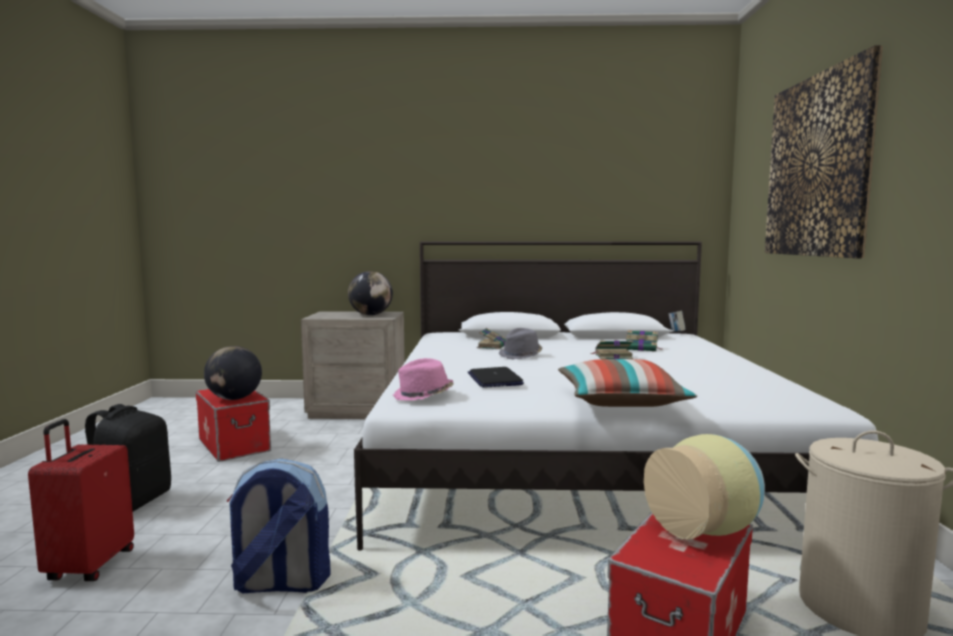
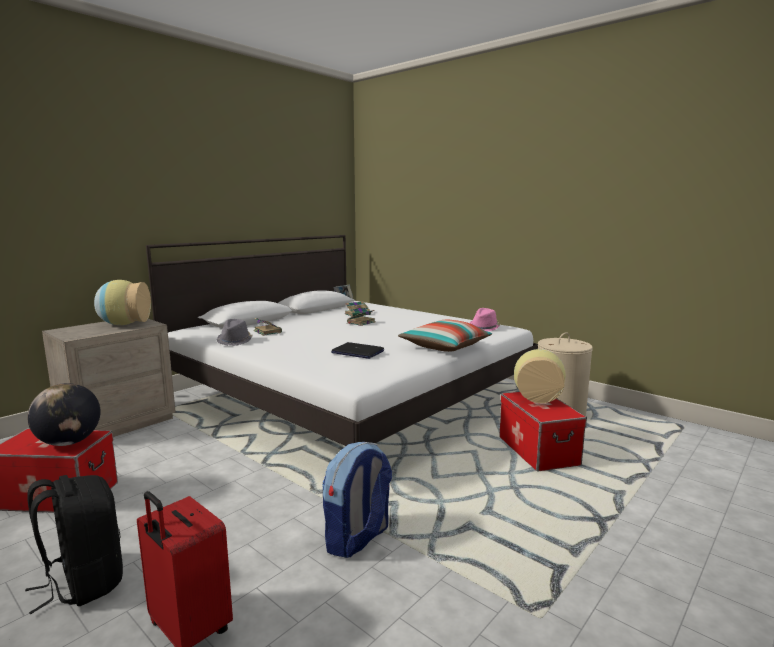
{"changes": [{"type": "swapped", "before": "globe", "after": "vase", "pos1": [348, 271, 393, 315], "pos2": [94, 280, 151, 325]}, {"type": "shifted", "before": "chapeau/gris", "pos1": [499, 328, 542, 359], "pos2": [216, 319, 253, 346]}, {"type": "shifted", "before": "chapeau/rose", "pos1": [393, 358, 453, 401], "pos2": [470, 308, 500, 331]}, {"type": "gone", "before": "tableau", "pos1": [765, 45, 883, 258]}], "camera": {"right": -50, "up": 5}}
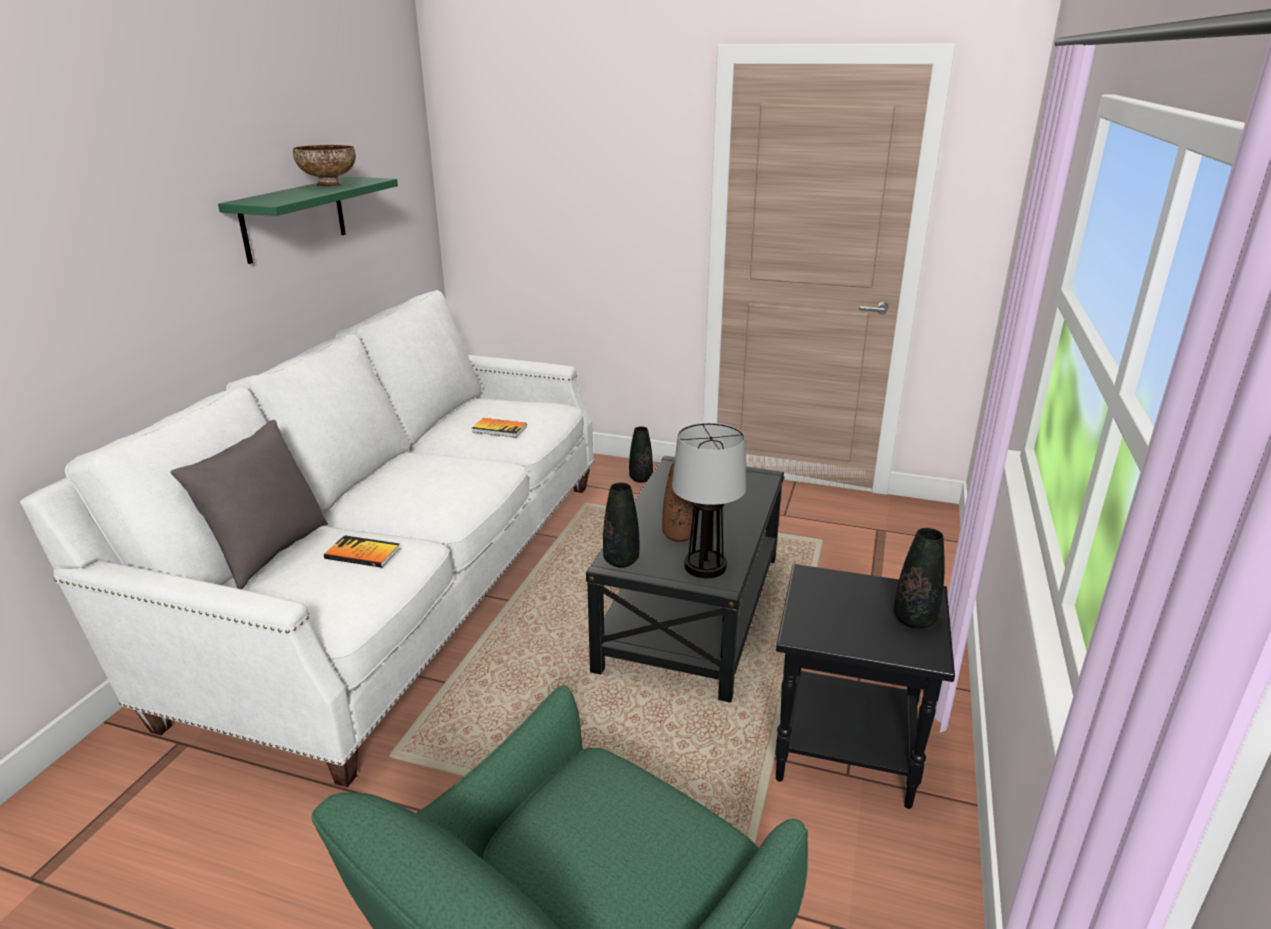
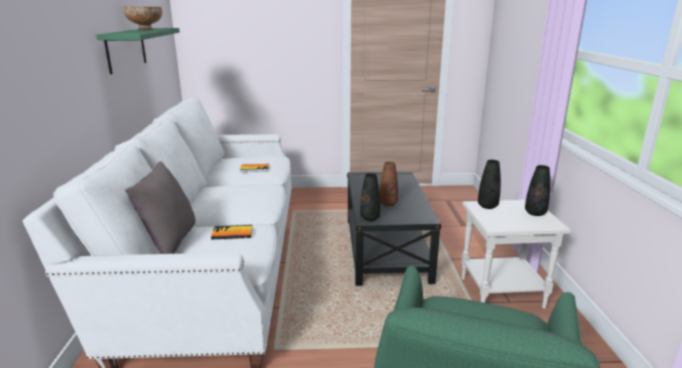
{"changes": [{"type": "repainted", "before": "table d'appoint/noir", "after": "table d'appoint/blanc", "pos1": [775, 564, 955, 809], "pos2": [461, 200, 571, 309]}, {"type": "shifted", "before": "vase/noir", "pos1": [629, 426, 653, 483], "pos2": [478, 160, 501, 209]}, {"type": "gone", "before": "lampe de table", "pos1": [672, 423, 746, 578]}], "camera": {"right": -20, "up": -5}}
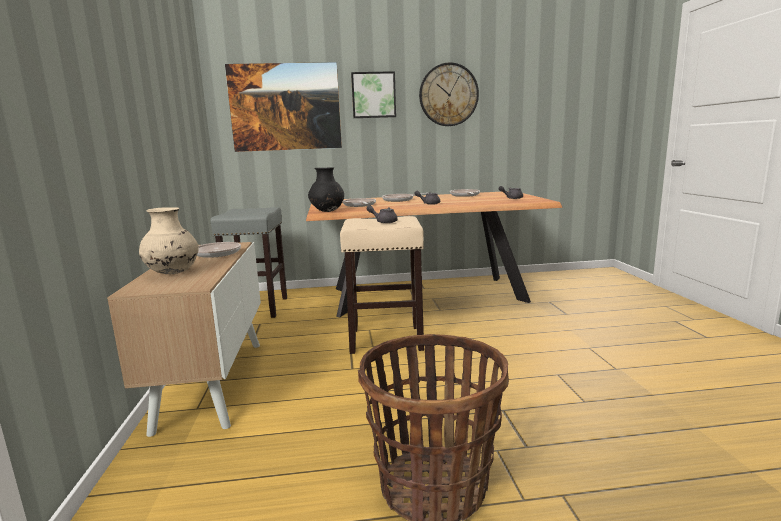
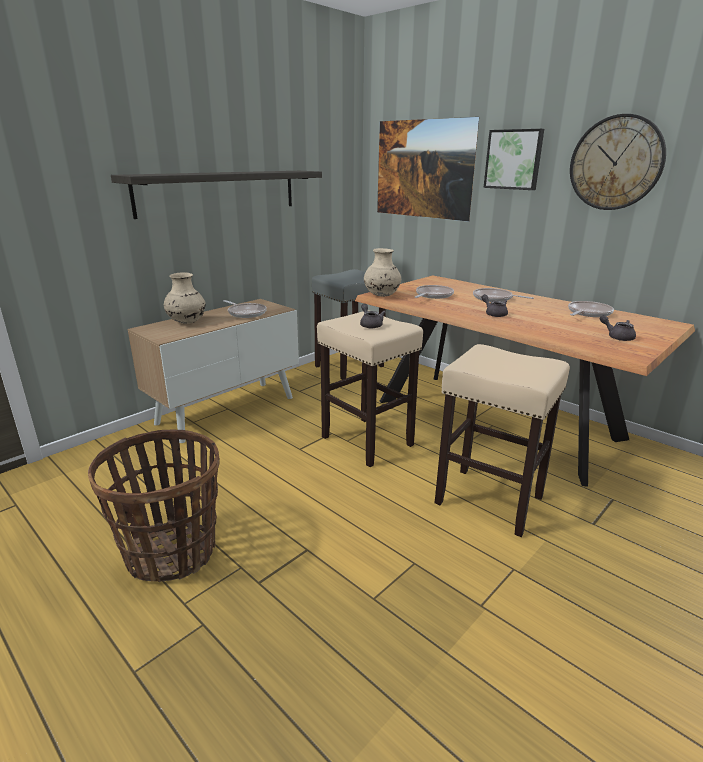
{"changes": [{"type": "new", "after": "étagère", "pos2": [111, 171, 322, 219]}, {"type": "repainted", "before": "vase/noir", "after": "vase/beige", "pos1": [308, 167, 344, 212], "pos2": [364, 248, 401, 297]}, {"type": "new", "after": "tabouret/beige", "pos2": [435, 344, 570, 537]}], "camera": {"right": 50, "up": 10}}
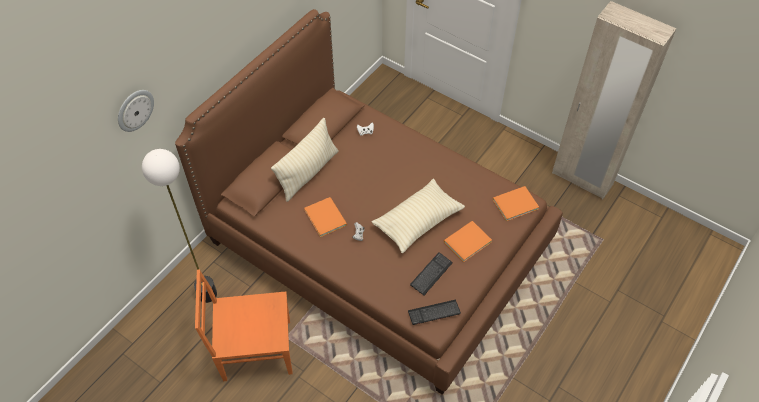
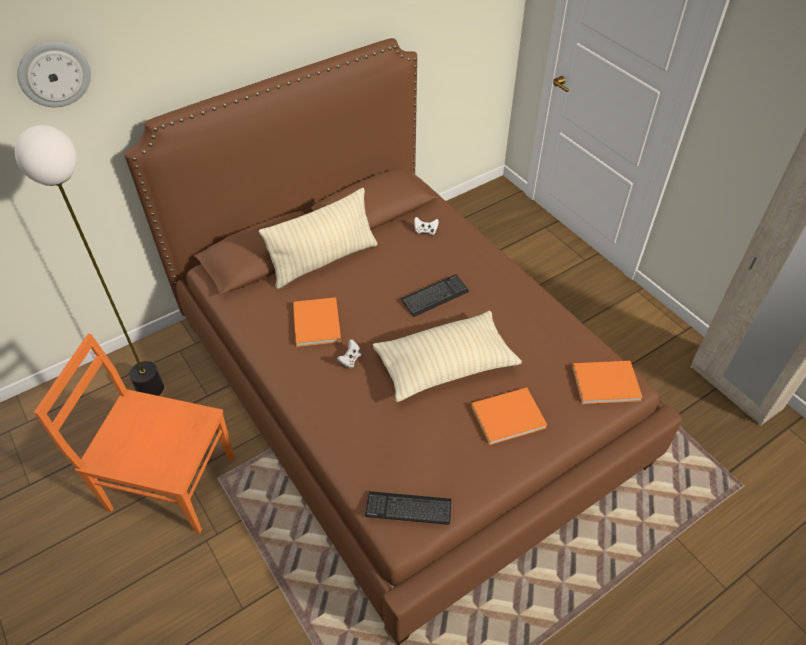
{"changes": [{"type": "shifted", "before": "clavier", "pos1": [410, 252, 453, 296], "pos2": [401, 274, 469, 317]}], "camera": {"right": 20, "up": -5}}
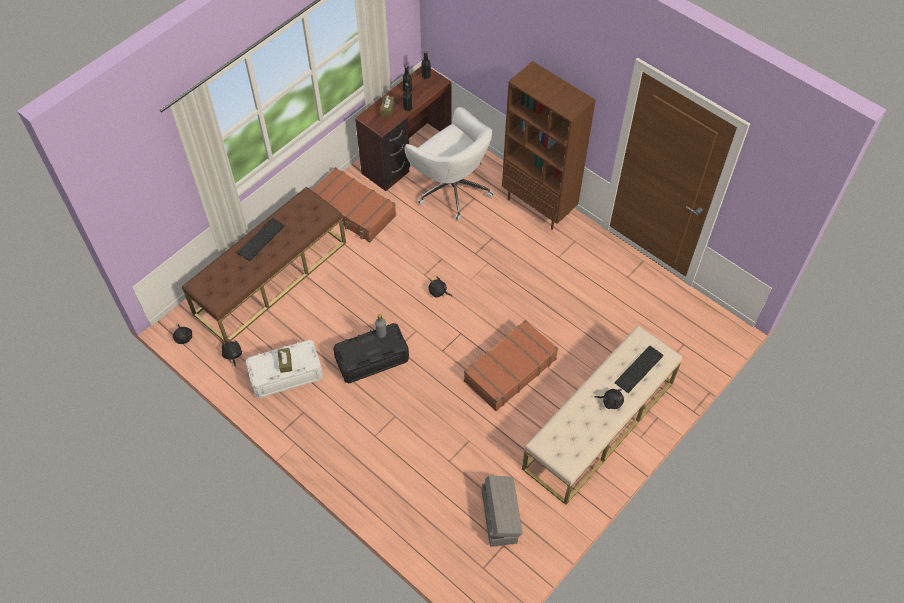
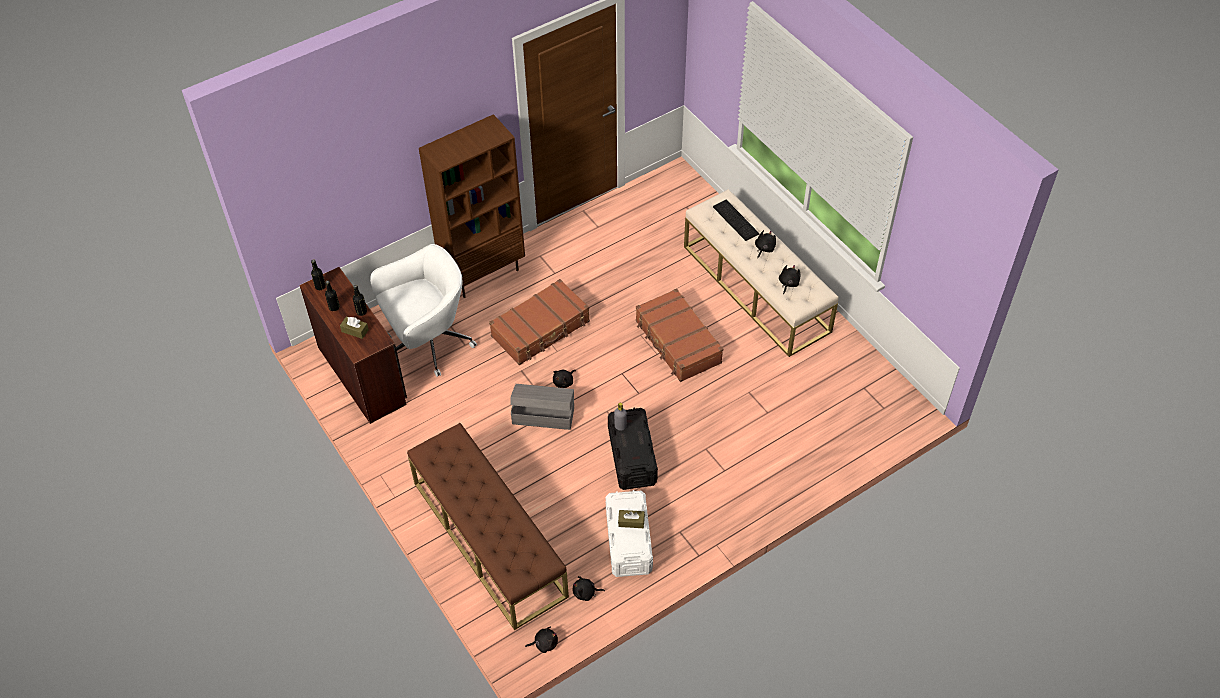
{"changes": [{"type": "shifted", "before": "valise/marron", "pos1": [312, 167, 396, 243], "pos2": [489, 279, 590, 365]}, {"type": "shifted", "before": "boîte de rangement/gris", "pos1": [482, 475, 523, 547], "pos2": [510, 384, 574, 430]}, {"type": "new", "after": "peluche/noir", "pos2": [779, 265, 800, 294]}, {"type": "gone", "before": "clavier", "pos1": [238, 218, 285, 261]}], "camera": {"right": -75, "up": -5}}
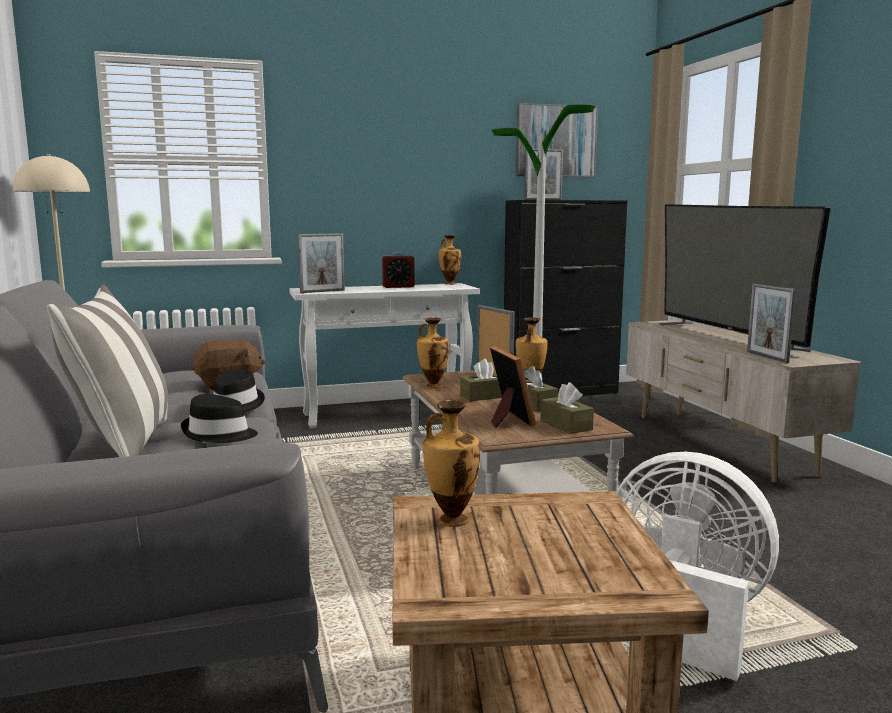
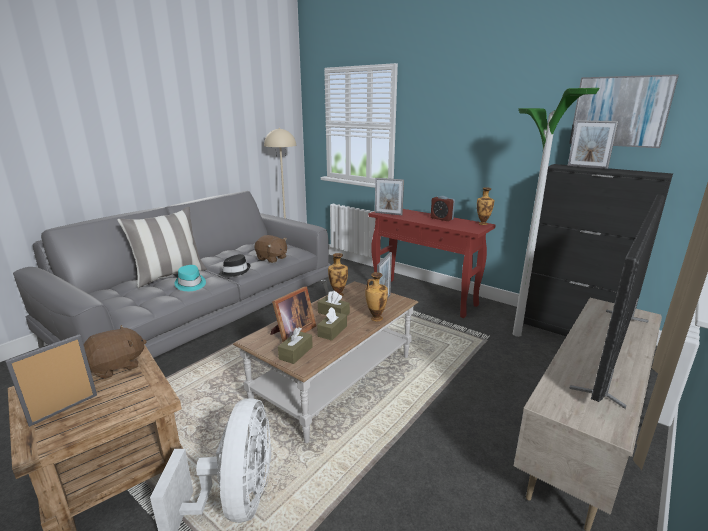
{"changes": [{"type": "shifted", "before": "cadre photo", "pos1": [747, 283, 796, 363], "pos2": [5, 334, 97, 427]}, {"type": "swapped", "before": "vase", "after": "peluche/marron", "pos1": [423, 400, 480, 527], "pos2": [83, 325, 147, 379]}, {"type": "repainted", "before": "chapeau/noir", "after": "chapeau/turquoise", "pos1": [181, 394, 258, 443], "pos2": [175, 265, 206, 291]}, {"type": "repainted", "before": "table console/blanc", "after": "table console/rouge", "pos1": [289, 283, 480, 429], "pos2": [368, 209, 496, 318]}], "camera": {"right": 55, "up": 10}}
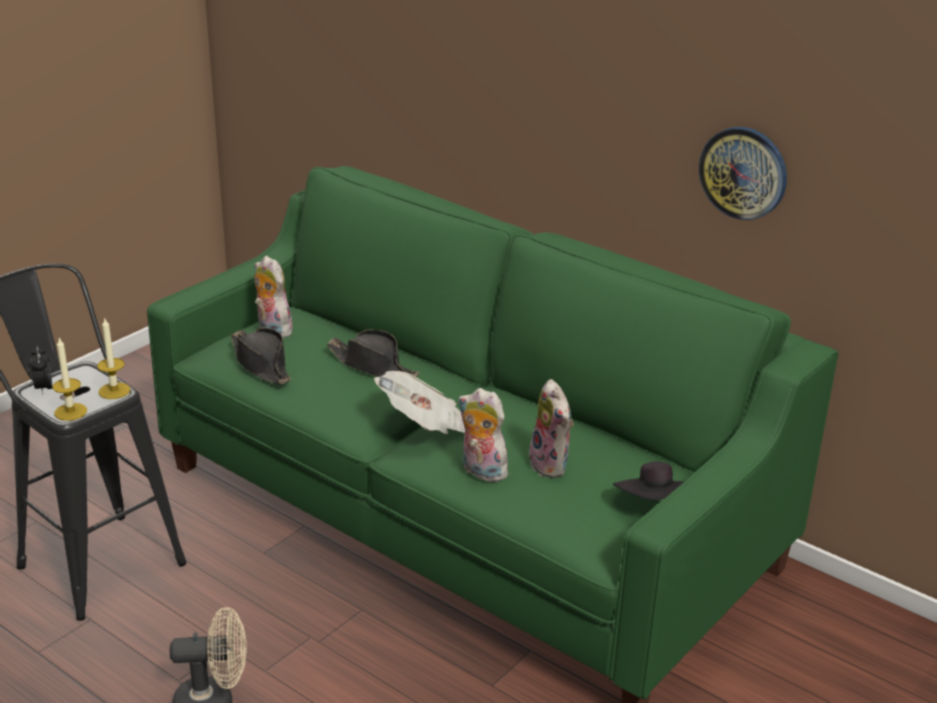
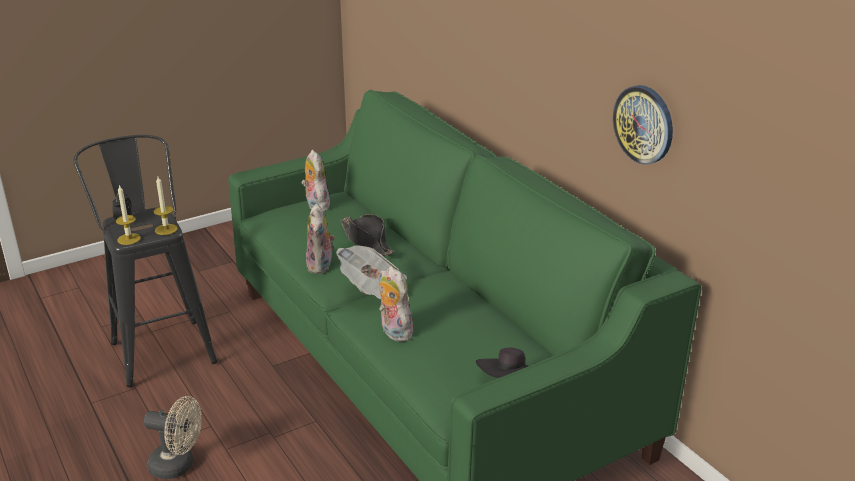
{"changes": [{"type": "shifted", "before": "peluche", "pos1": [529, 379, 574, 478], "pos2": [306, 204, 335, 274]}, {"type": "gone", "before": "chapeau/noir", "pos1": [231, 328, 291, 384]}], "camera": {"right": 20, "up": 0}}
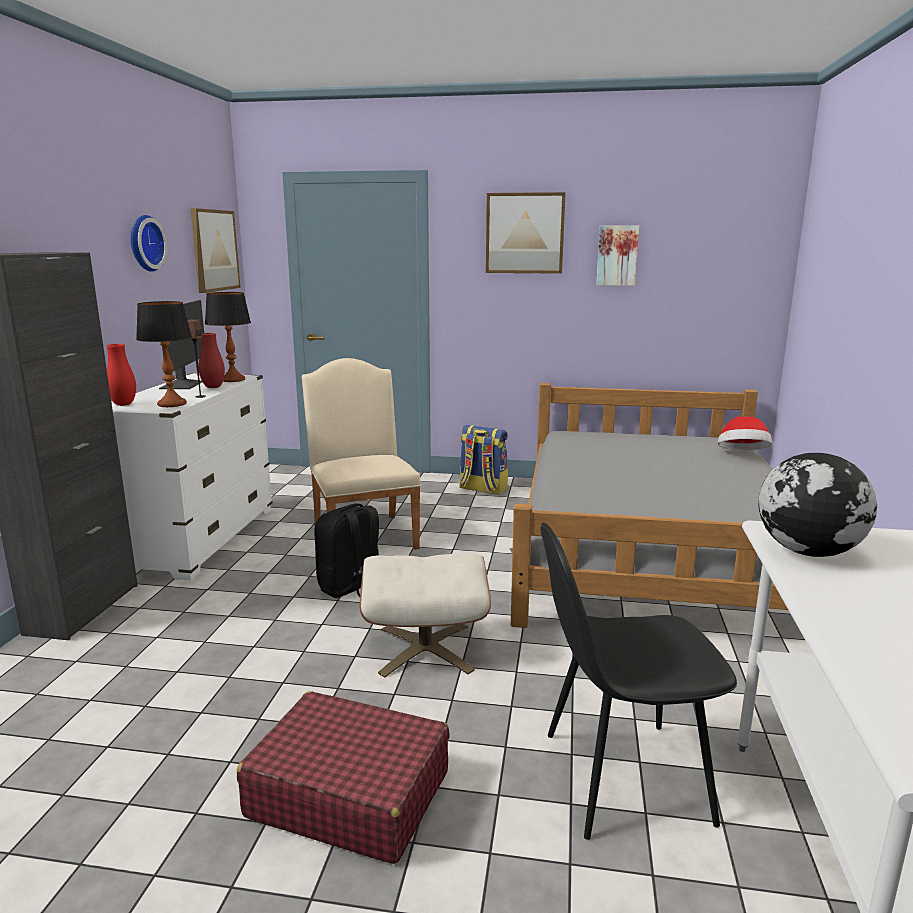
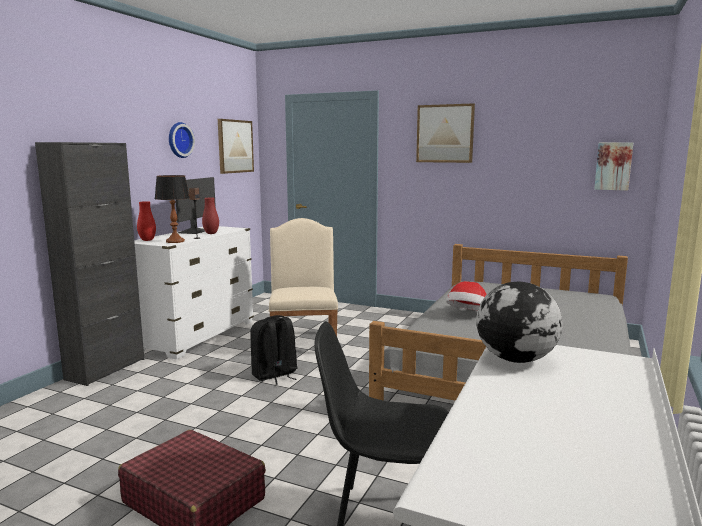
{"changes": [{"type": "shifted", "before": "chapeau", "pos1": [718, 416, 772, 450], "pos2": [446, 281, 487, 311]}, {"type": "shifted", "before": "tableau", "pos1": [596, 226, 639, 286], "pos2": [594, 142, 633, 191]}, {"type": "gone", "before": "lampe de table", "pos1": [205, 292, 251, 382]}, {"type": "gone", "before": "pouf/beige", "pos1": [360, 553, 491, 678]}, {"type": "gone", "before": "sac à dos", "pos1": [459, 425, 508, 495]}], "camera": {"right": 15, "up": -5}}
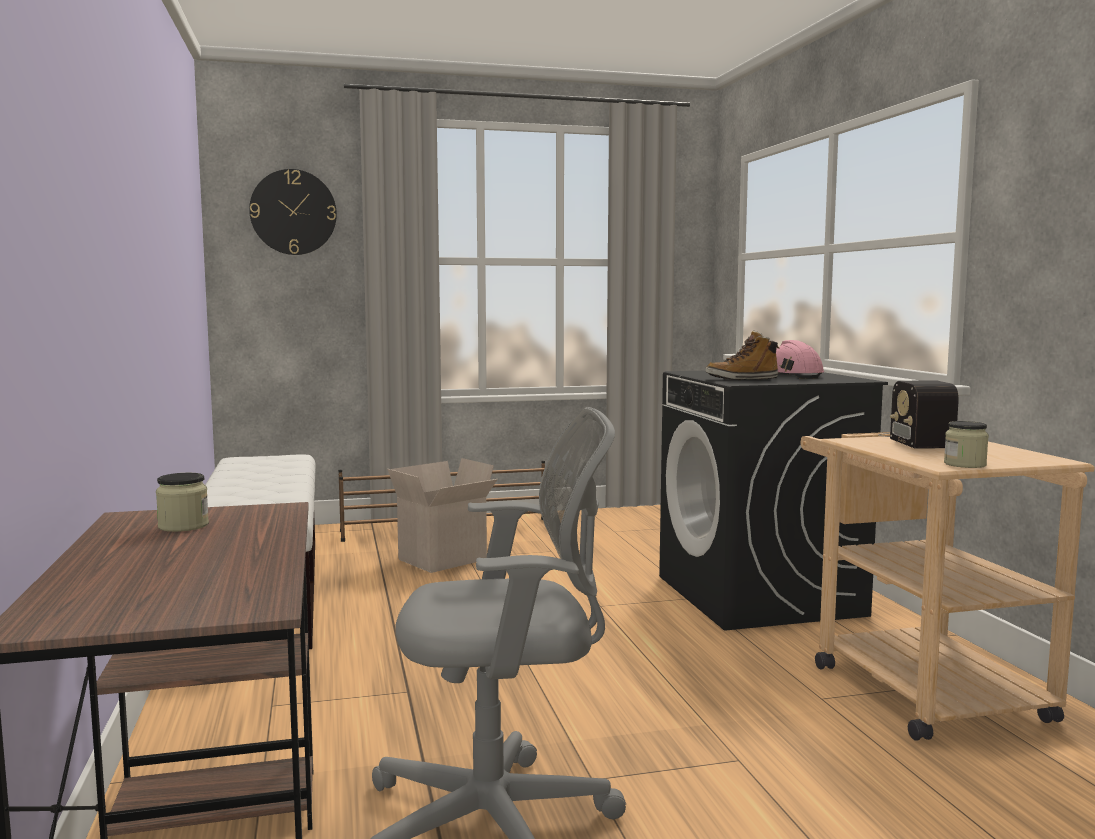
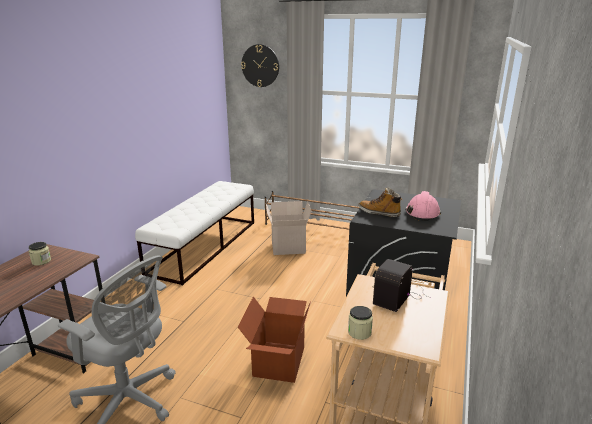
{"changes": [{"type": "new", "after": "carton", "pos2": [238, 296, 311, 383]}], "camera": {"right": 35, "up": 15}}
